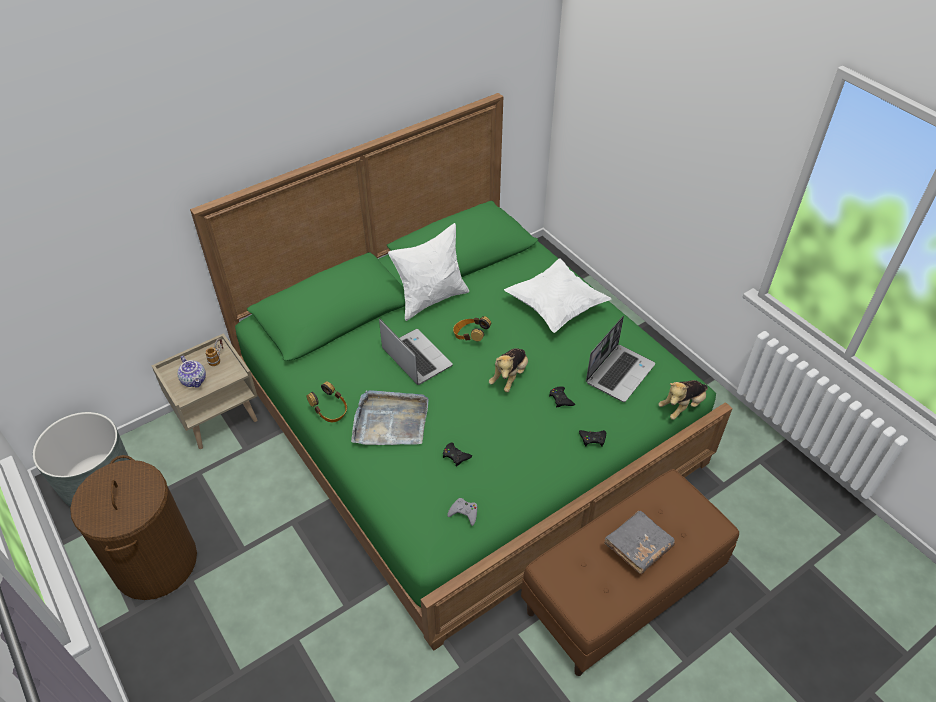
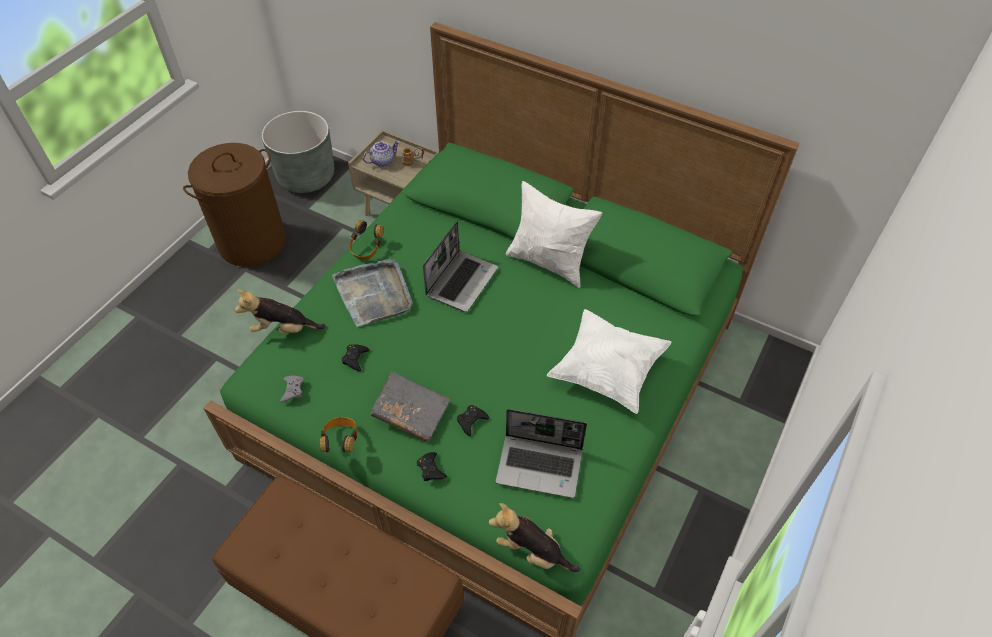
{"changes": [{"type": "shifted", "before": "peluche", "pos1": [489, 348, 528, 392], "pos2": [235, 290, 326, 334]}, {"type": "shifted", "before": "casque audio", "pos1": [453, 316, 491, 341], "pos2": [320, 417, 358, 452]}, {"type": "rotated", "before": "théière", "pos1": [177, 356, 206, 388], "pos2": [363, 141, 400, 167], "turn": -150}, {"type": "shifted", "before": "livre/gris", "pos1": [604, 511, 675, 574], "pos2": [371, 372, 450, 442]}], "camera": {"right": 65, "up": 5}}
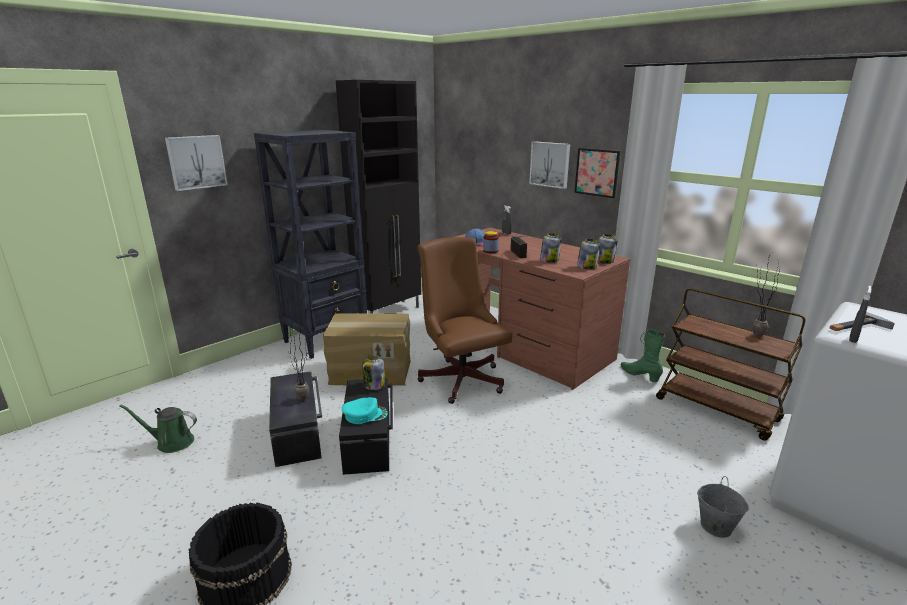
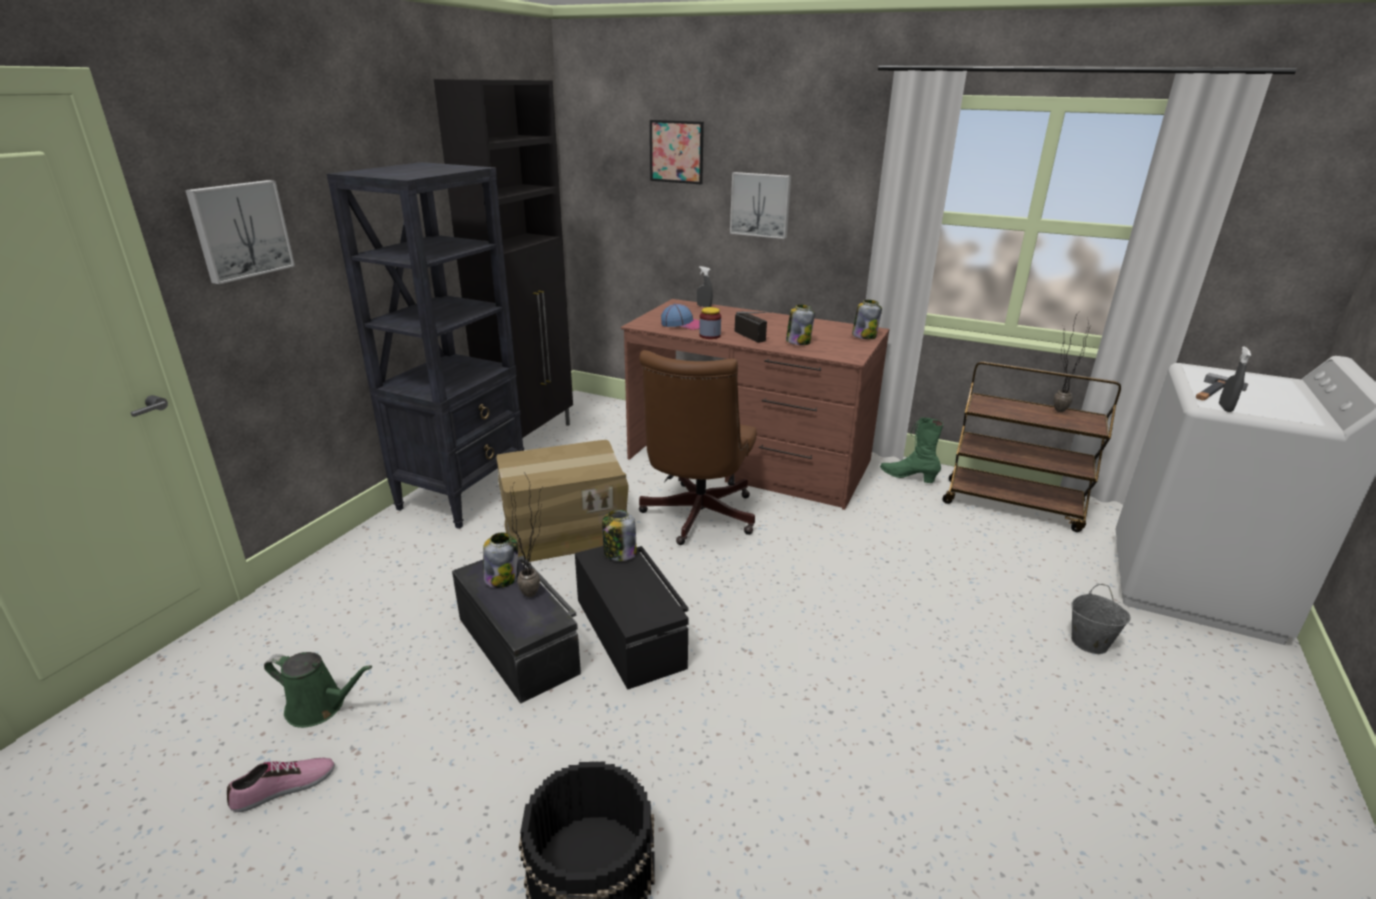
{"changes": [{"type": "new", "after": "chaussure", "pos2": [227, 758, 335, 812]}, {"type": "rotated", "before": "arrosoir/vert", "pos1": [119, 404, 197, 453], "pos2": [264, 652, 372, 728], "turn": -150}, {"type": "shifted", "before": "bocal", "pos1": [577, 239, 600, 269], "pos2": [483, 532, 518, 588]}, {"type": "rotated", "before": "chaise de bureau/marron", "pos1": [417, 237, 513, 404], "pos2": [639, 350, 757, 545], "turn": -120}, {"type": "shifted", "before": "tableau", "pos1": [574, 148, 620, 198], "pos2": [650, 120, 704, 184]}, {"type": "gone", "before": "casquette/turquoise", "pos1": [342, 397, 388, 424]}], "camera": {"right": -20, "up": 5}}
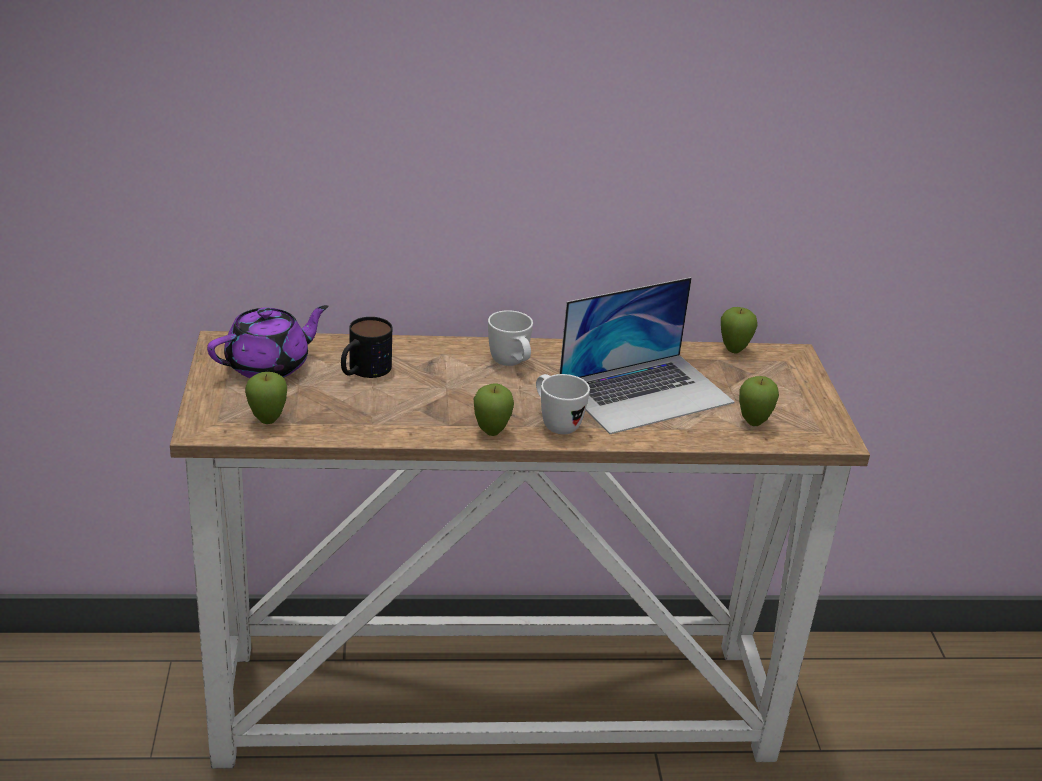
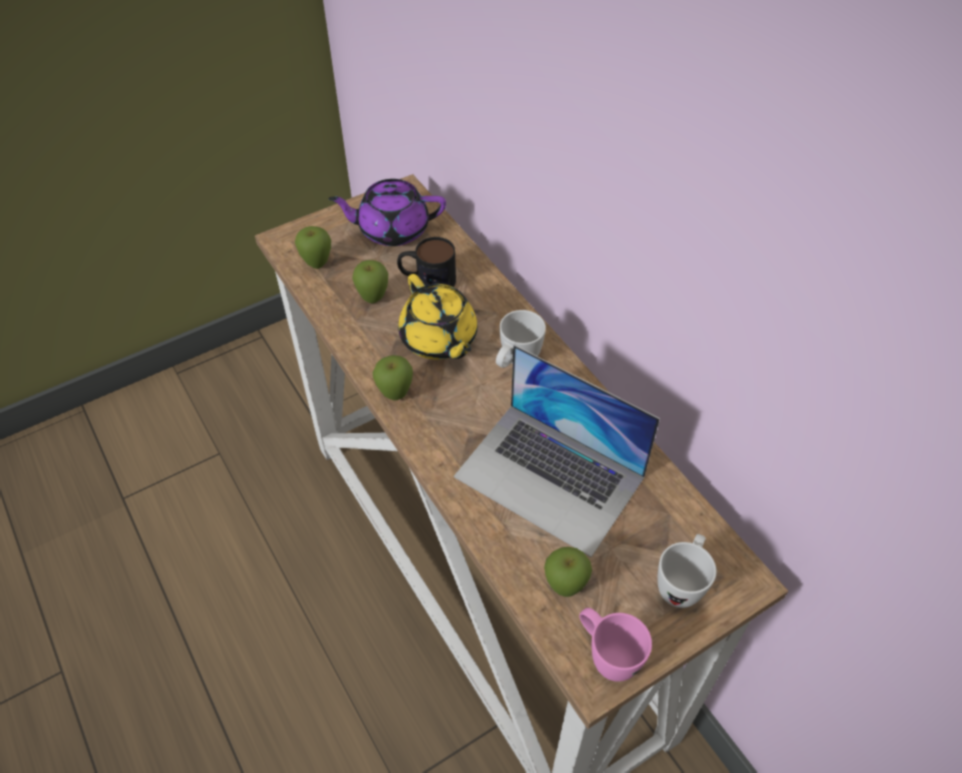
{"changes": [{"type": "rotated", "before": "théière/violet", "pos1": [207, 305, 329, 378], "pos2": [328, 179, 446, 246], "turn": 150}, {"type": "shifted", "before": "pomme", "pos1": [721, 307, 758, 354], "pos2": [352, 260, 388, 303]}, {"type": "new", "after": "théière/jaune", "pos2": [398, 274, 478, 360]}, {"type": "new", "after": "mug/rose", "pos2": [579, 608, 652, 681]}, {"type": "shifted", "before": "mug/blanc", "pos1": [536, 374, 590, 434], "pos2": [657, 534, 716, 608]}], "camera": {"right": 65, "up": 20}}
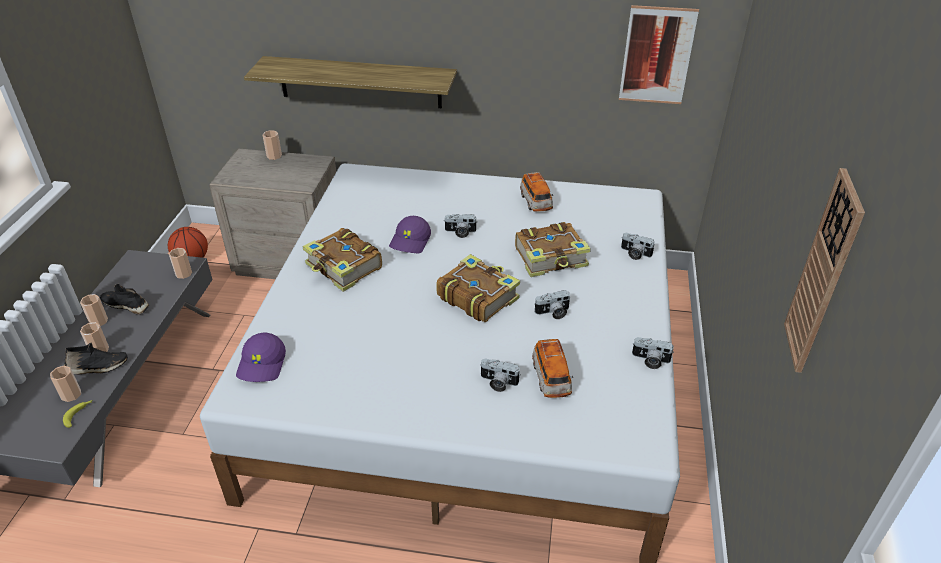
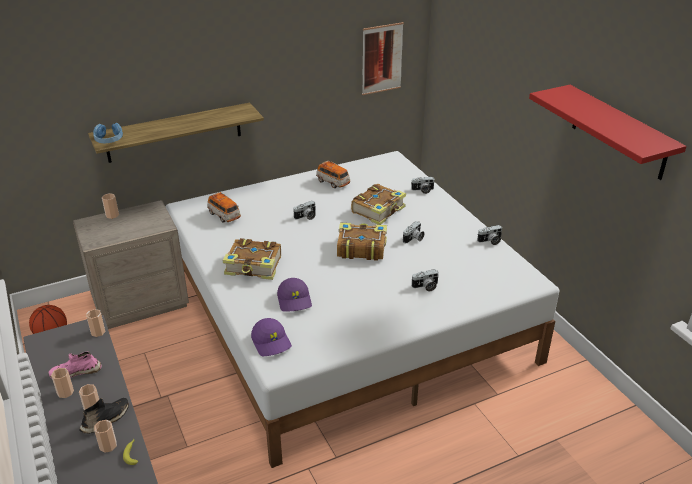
{"changes": [{"type": "repainted", "before": "chaussure/noir", "after": "chaussure/rose", "pos1": [100, 284, 149, 315], "pos2": [48, 352, 101, 378]}, {"type": "new", "after": "casque audio/bleu", "pos2": [93, 123, 123, 143]}, {"type": "shifted", "before": "petite voiture", "pos1": [532, 339, 573, 398], "pos2": [207, 192, 241, 223]}, {"type": "shifted", "before": "casquette/violet", "pos1": [389, 216, 431, 253], "pos2": [277, 278, 312, 311]}, {"type": "swapped", "before": "horloge murale", "after": "étagère/rouge", "pos1": [784, 168, 865, 373], "pos2": [529, 85, 687, 180]}], "camera": {"right": -35, "up": -5}}
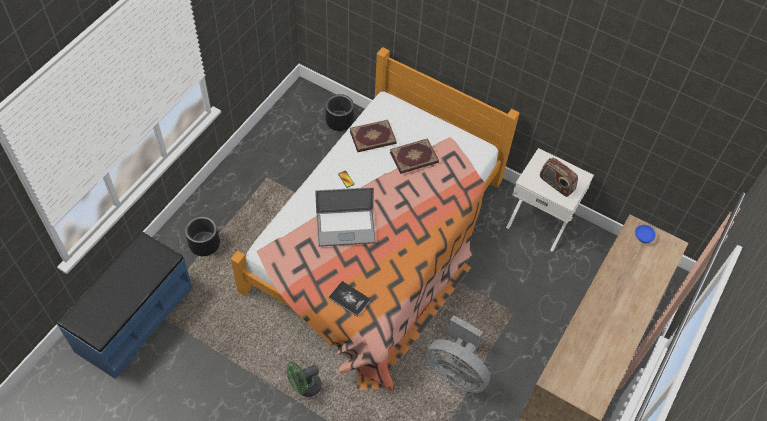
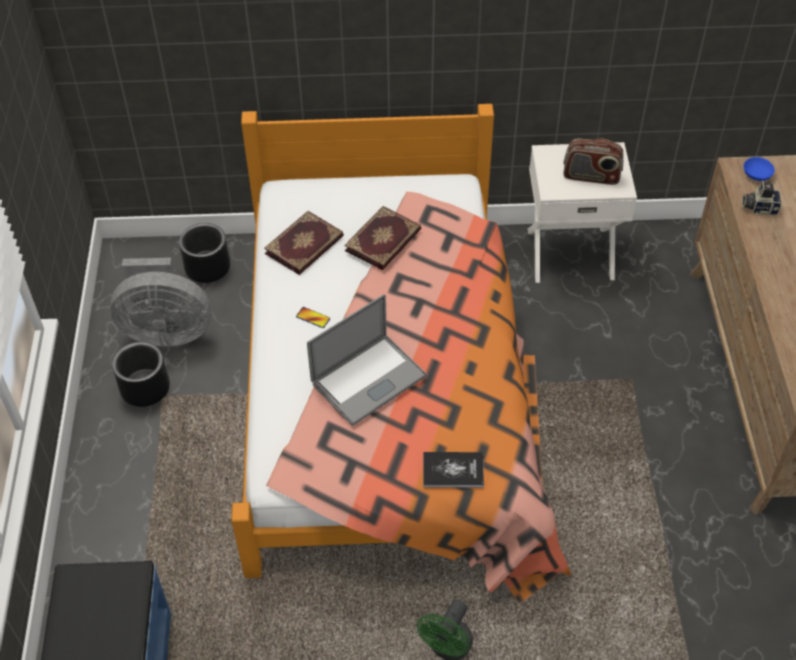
{"changes": [{"type": "shifted", "before": "ventilateur/gris", "pos1": [426, 315, 490, 393], "pos2": [110, 258, 212, 346]}, {"type": "shifted", "before": "cache-pot/noir", "pos1": [185, 216, 220, 256], "pos2": [112, 342, 170, 407]}, {"type": "new", "after": "appareil photo", "pos2": [742, 181, 781, 215]}], "camera": {"right": -30, "up": -5}}
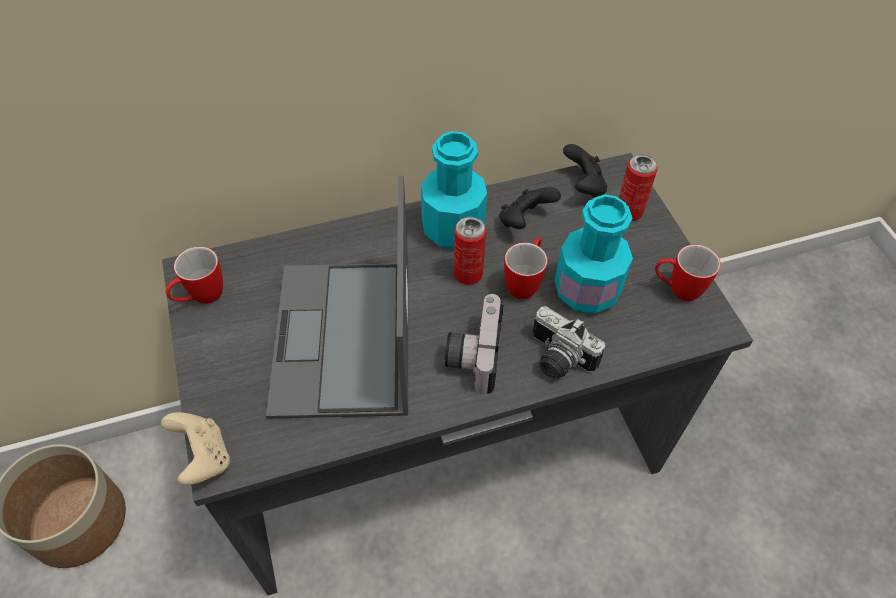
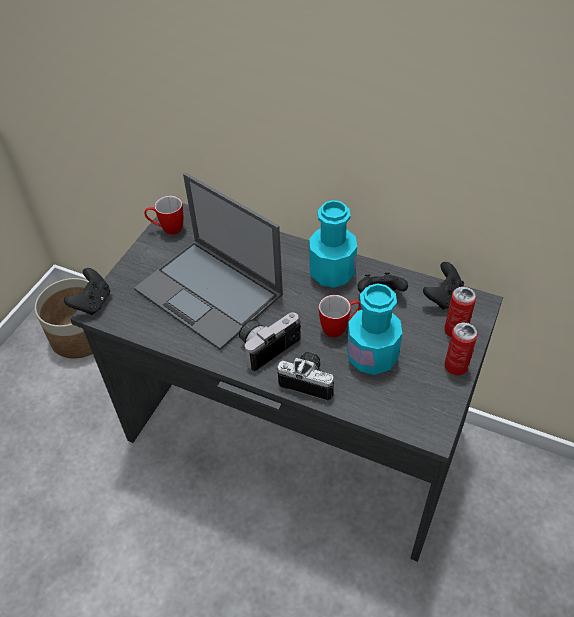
{"changes": [{"type": "repainted", "before": "manette/beige", "after": "manette/noir", "pos1": [161, 412, 230, 485], "pos2": [64, 268, 110, 315]}, {"type": "rotated", "before": "ordinateur portable", "pos1": [266, 176, 408, 419], "pos2": [134, 173, 283, 351], "turn": -90}, {"type": "rotated", "before": "appareil photo", "pos1": [533, 306, 605, 380], "pos2": [277, 352, 334, 401], "turn": 120}, {"type": "shifted", "before": "boîte métallique", "pos1": [454, 217, 486, 285], "pos2": [444, 322, 478, 375]}, {"type": "gone", "before": "mug", "pos1": [655, 244, 721, 301]}], "camera": {"right": 45, "up": -5}}
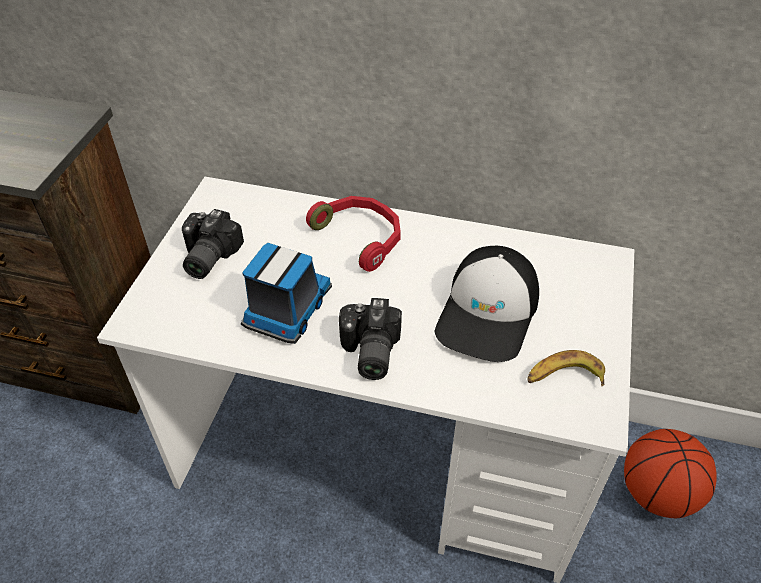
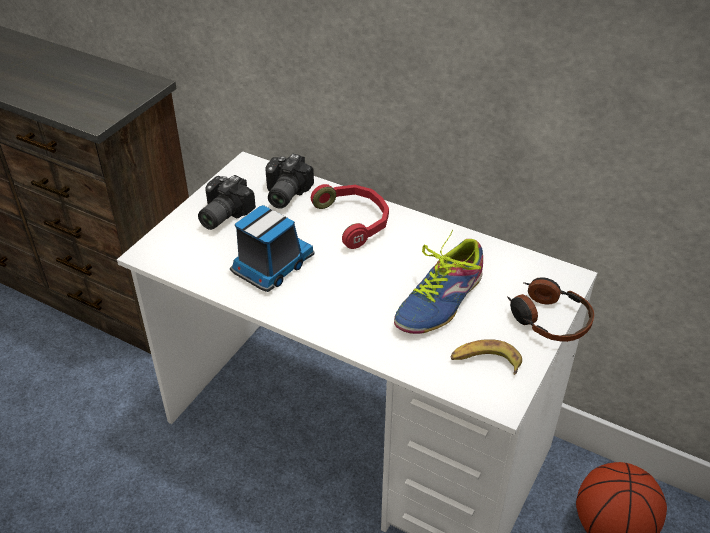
{"changes": [{"type": "shifted", "before": "appareil photo", "pos1": [339, 298, 402, 380], "pos2": [265, 154, 314, 209]}, {"type": "swapped", "before": "casquette", "after": "chaussure", "pos1": [434, 246, 539, 362], "pos2": [394, 230, 483, 334]}, {"type": "new", "after": "casque audio", "pos2": [507, 277, 594, 342]}], "camera": {"right": 15, "up": -5}}
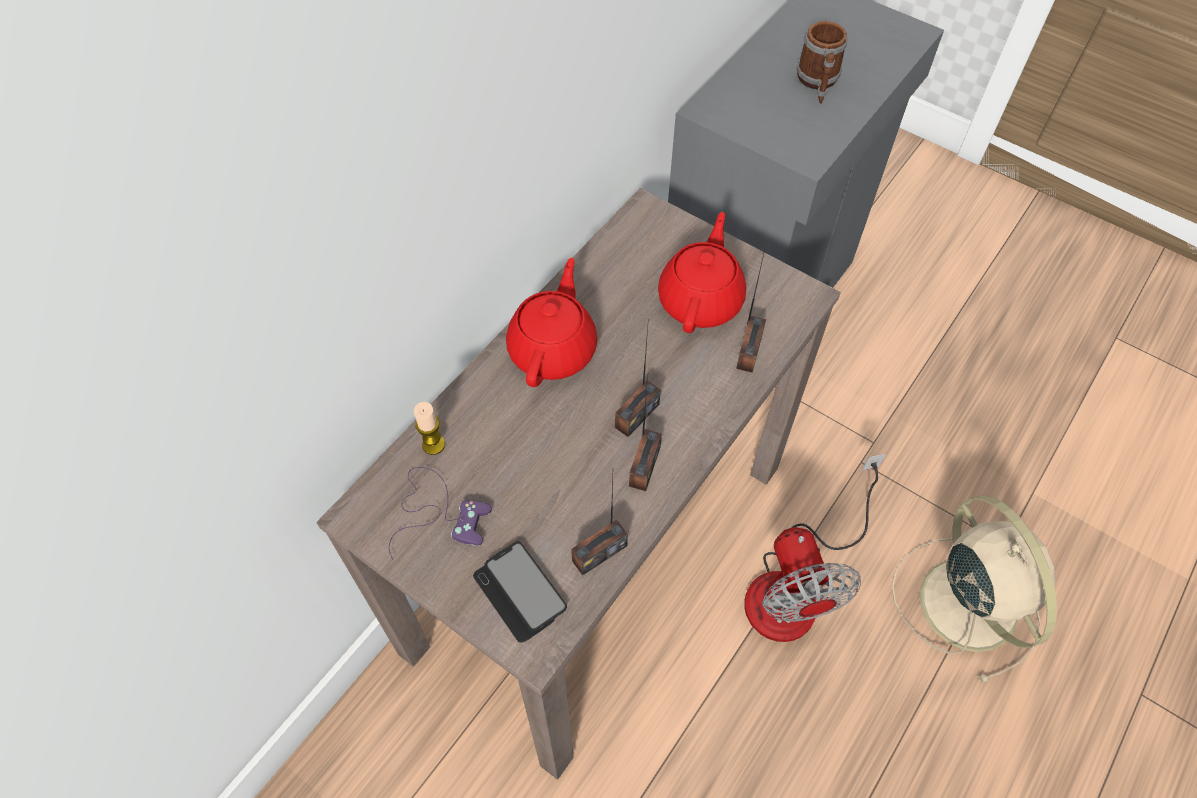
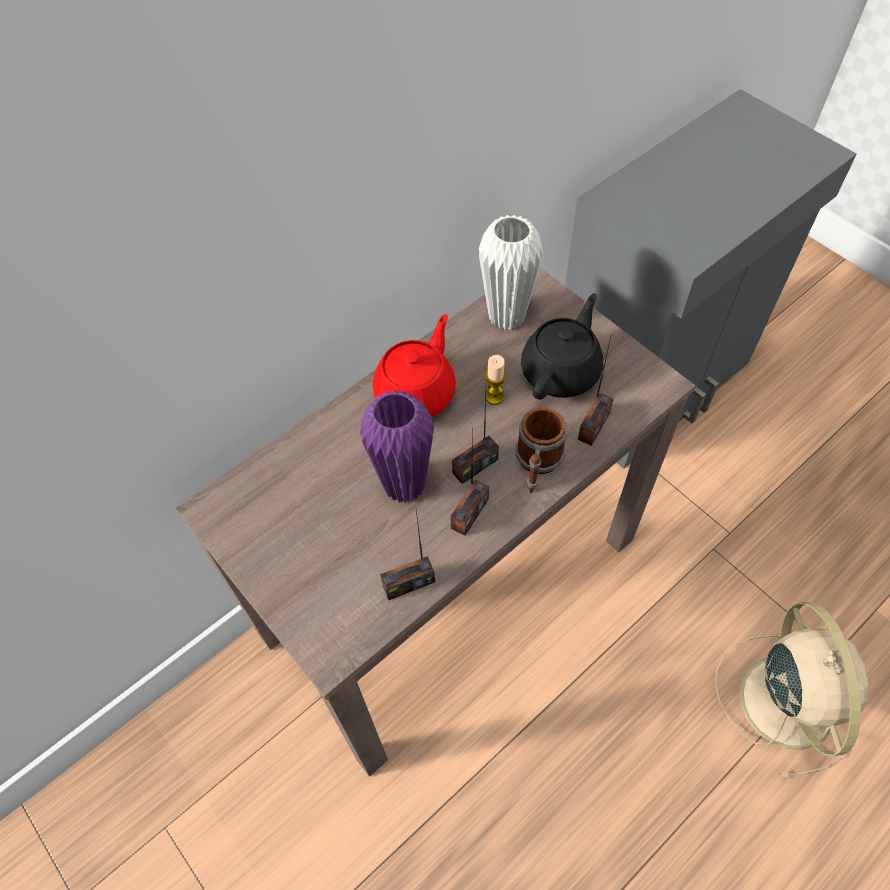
{"changes": [{"type": "new", "after": "vase/violet", "pos2": [360, 390, 434, 503]}, {"type": "new", "after": "vase/blanc", "pos2": [479, 215, 543, 330]}, {"type": "shifted", "before": "bougie", "pos1": [414, 402, 445, 455], "pos2": [485, 355, 506, 405]}, {"type": "shifted", "before": "mug", "pos1": [796, 21, 848, 103], "pos2": [516, 407, 567, 494]}, {"type": "repainted", "before": "théière/rouge", "after": "théière/noir", "pos1": [658, 212, 746, 333], "pos2": [521, 293, 603, 400]}, {"type": "gone", "before": "manette/violet", "pos1": [389, 467, 492, 560]}, {"type": "gone", "before": "téléphone", "pos1": [473, 541, 567, 643]}, {"type": "gone", "before": "ventilateur", "pos1": [744, 453, 886, 642]}], "camera": {"right": 15, "up": 0}}
